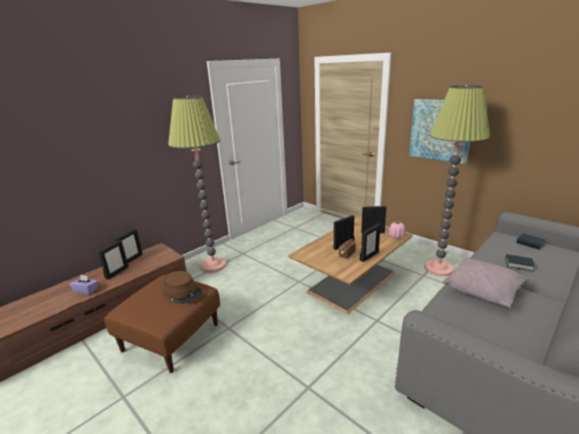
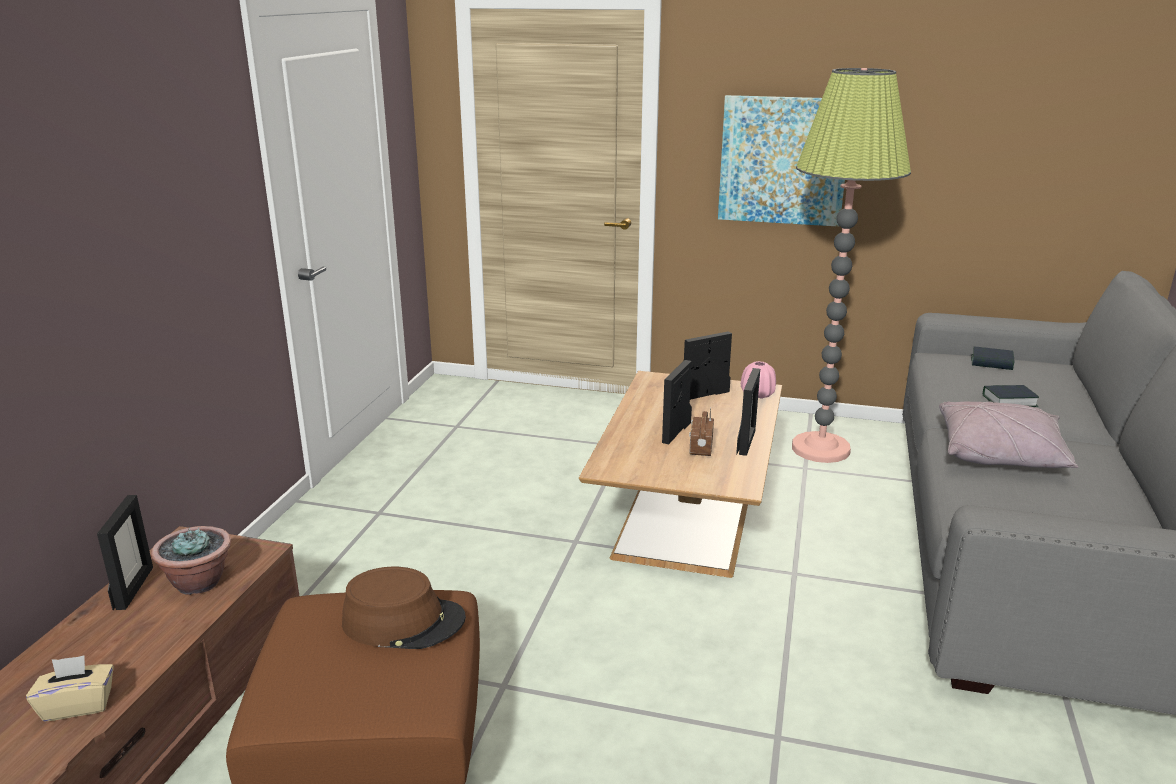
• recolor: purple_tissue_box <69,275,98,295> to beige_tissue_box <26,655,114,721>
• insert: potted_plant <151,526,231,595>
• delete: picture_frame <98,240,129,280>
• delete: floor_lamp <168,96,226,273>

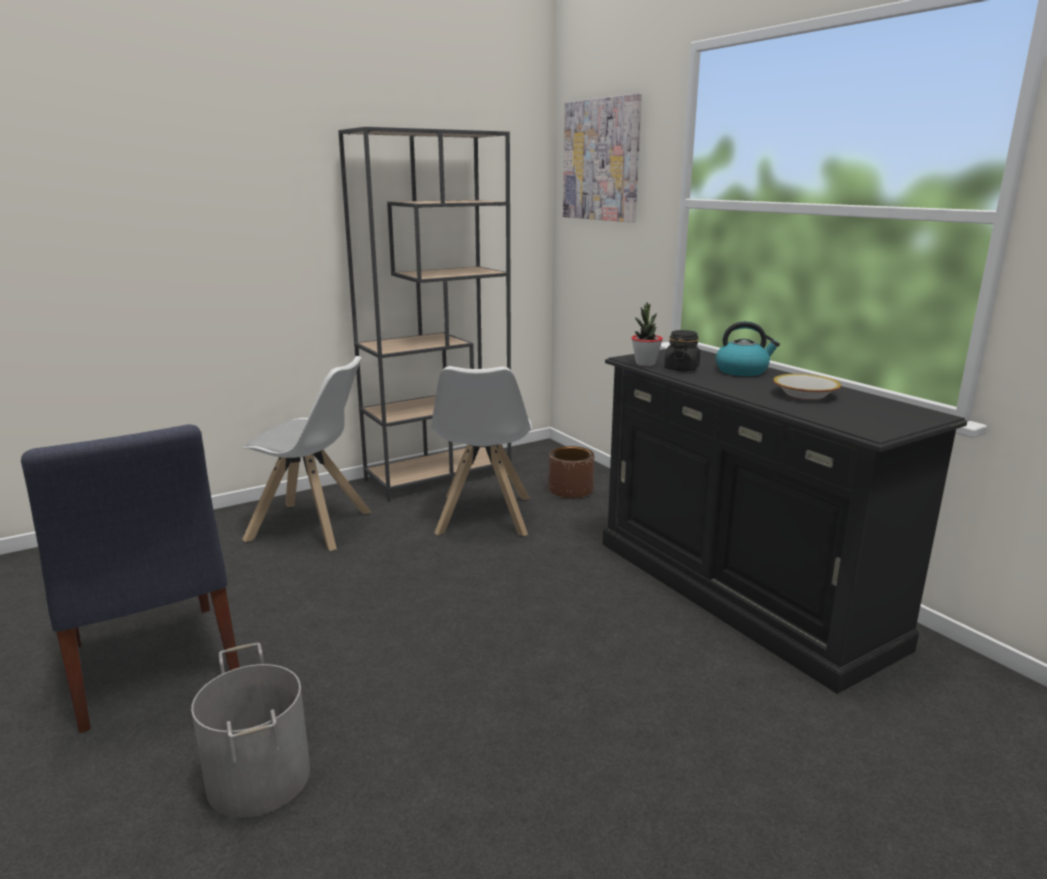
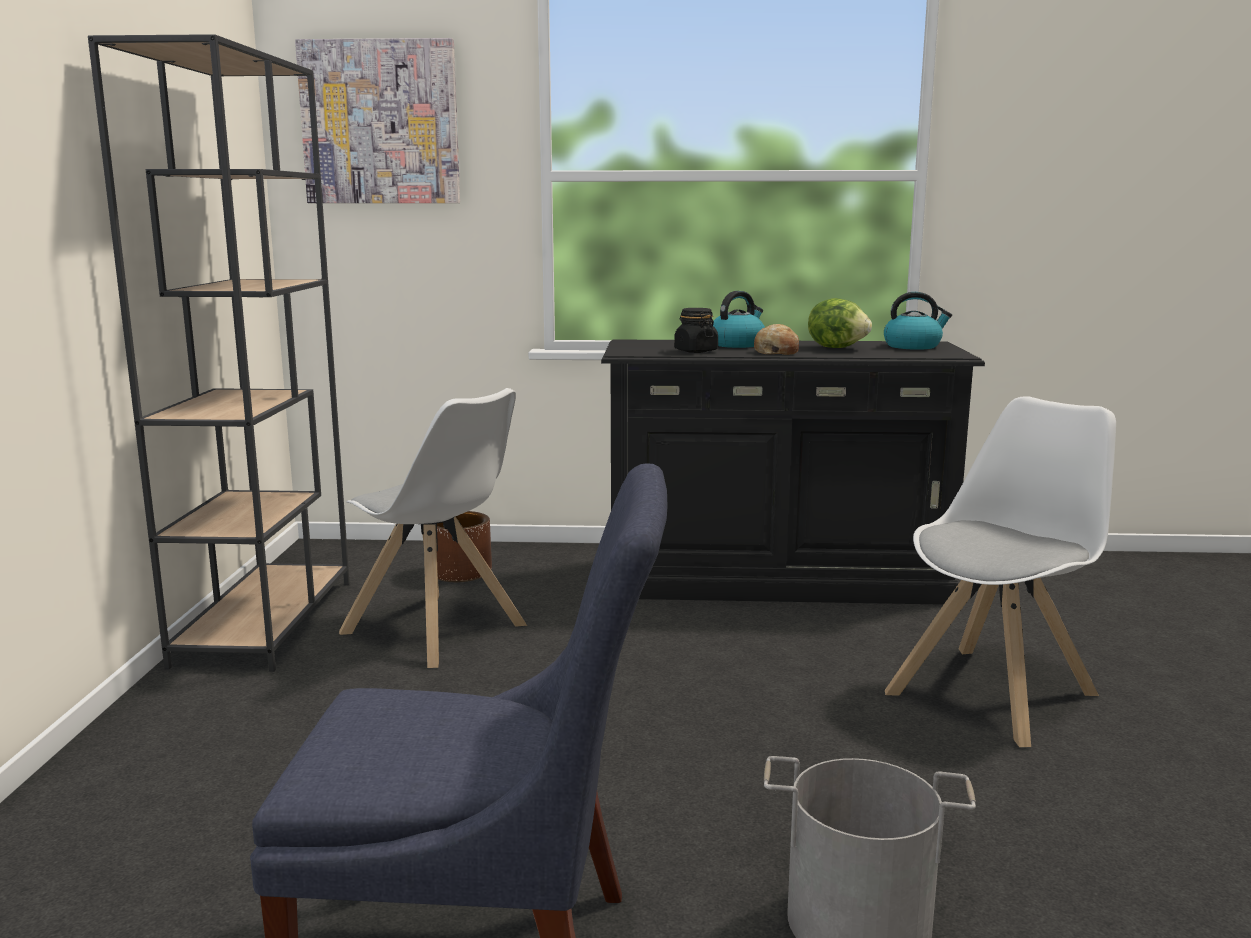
• insert: bread <754,324,799,355>
• replace: bowl <773,374,841,400> to lettuce <808,298,872,348>
• insert: kettle <884,292,952,350>
• move: chair <242,356,371,551> to <885,396,1116,747>
• delete: potted_plant <632,302,663,366>

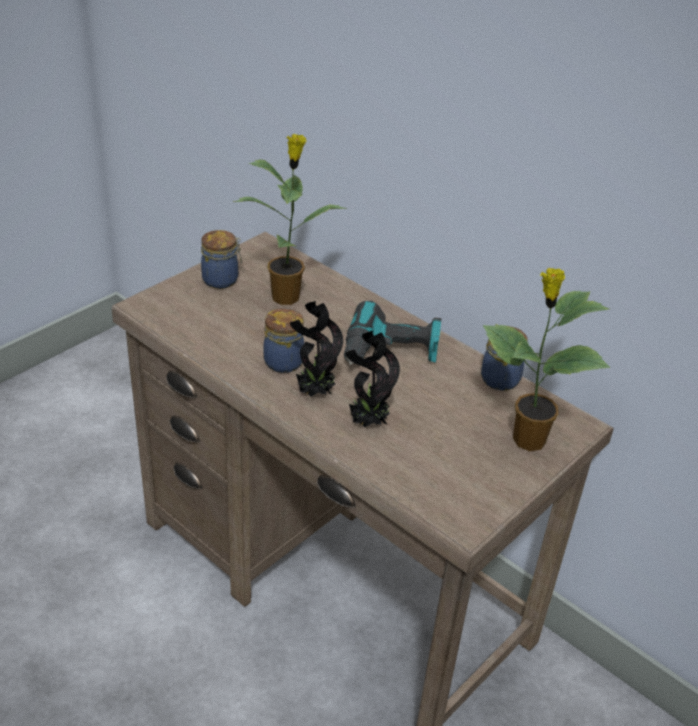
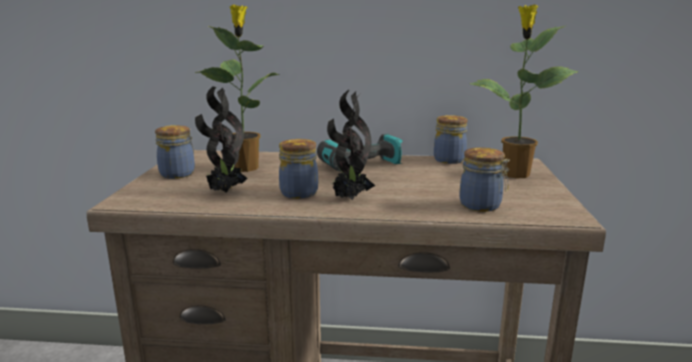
• move: potted_plant <345,331,400,427> to <195,86,248,193>
• insert: jar <459,147,510,212>

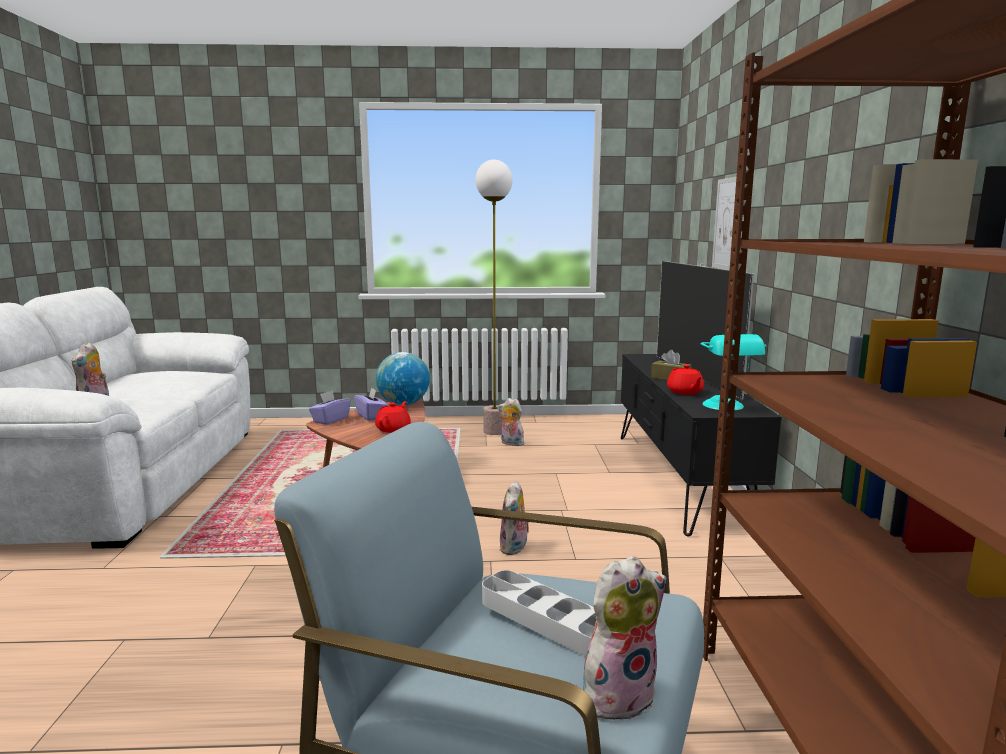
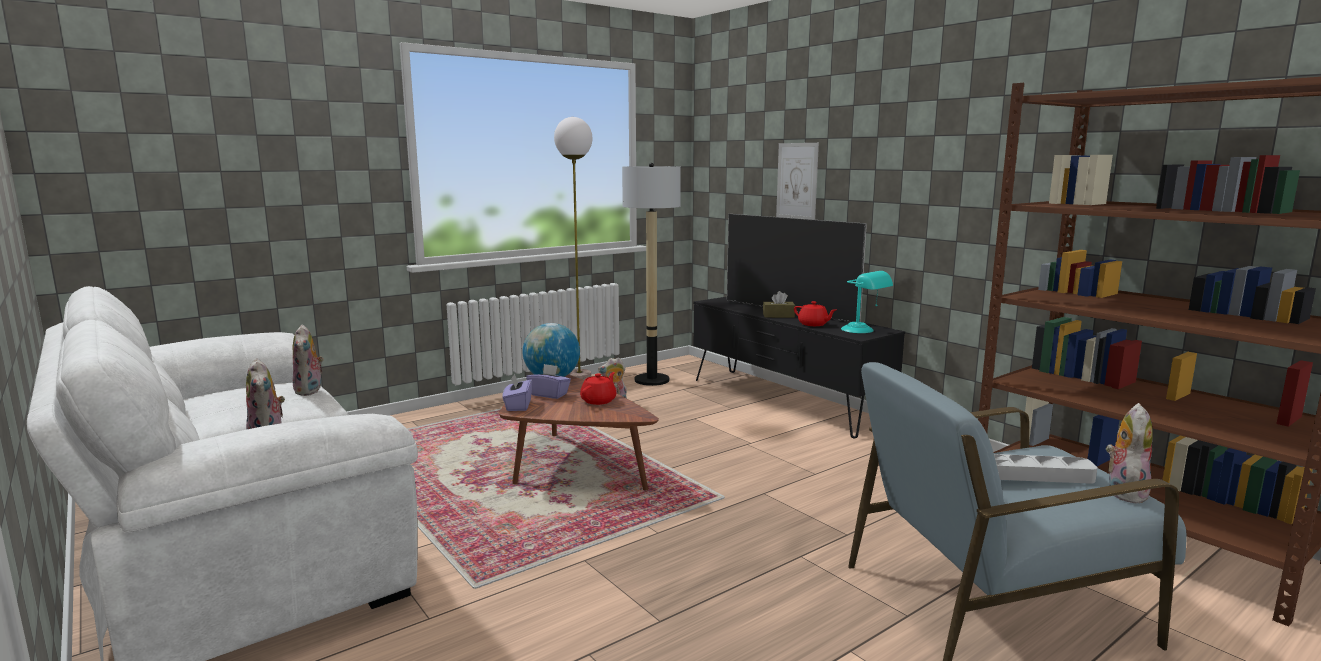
• move: plush_toy <499,481,529,555> to <292,325,324,396>
• rotate: red_teapot <375,401,411,433> = <580,372,616,405> 45 degrees clockwise
• insert: floor_lamp <622,163,681,386>

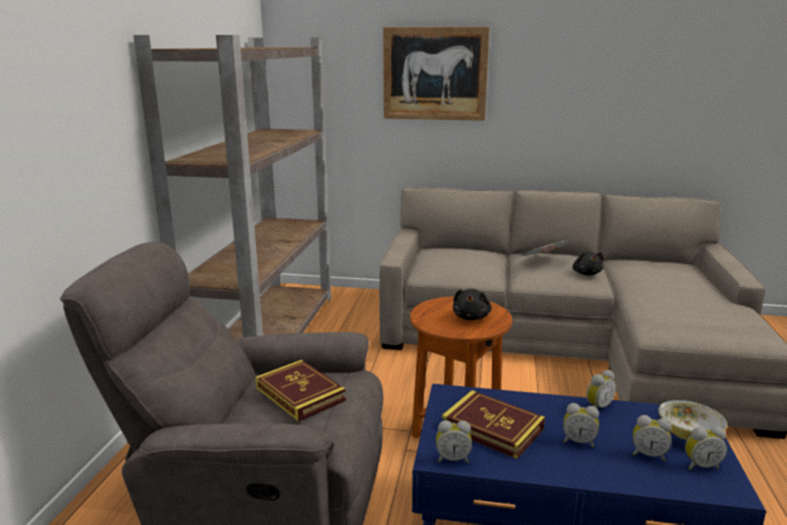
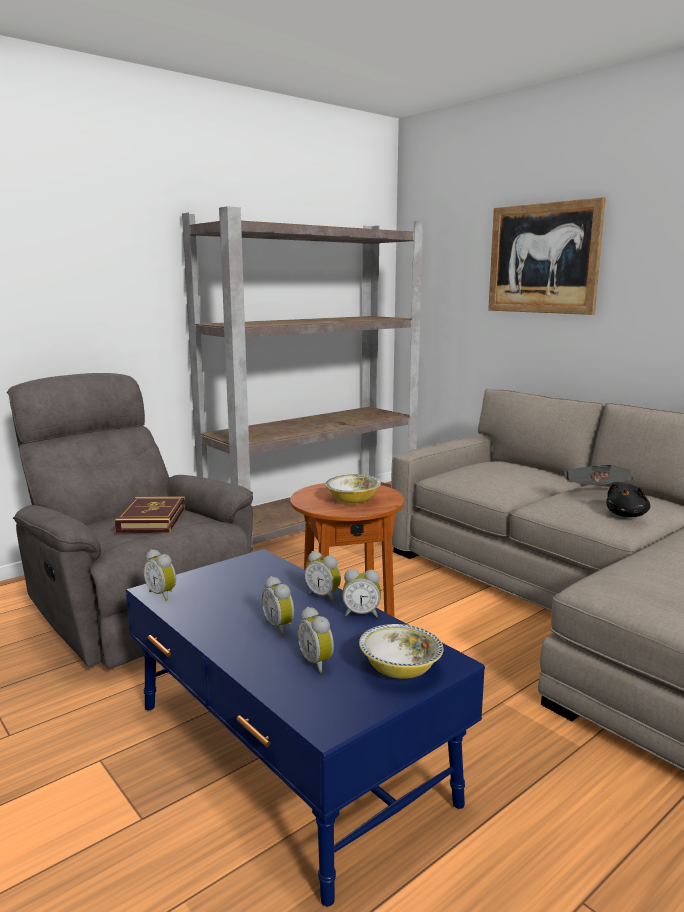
• move: alarm_clock <685,426,727,470> to <304,551,341,602>
• replace: black_plush_toy <453,289,492,320> to bowl <325,474,381,503>
• delete: book <442,390,545,459>

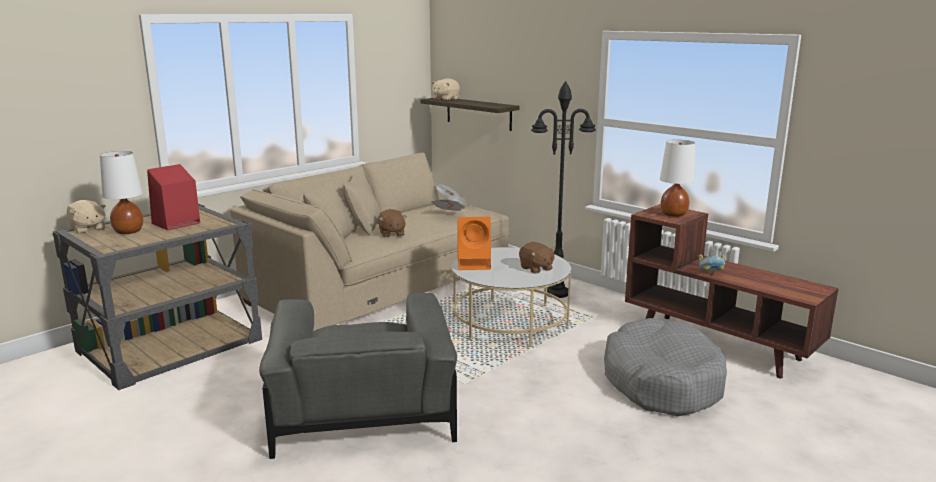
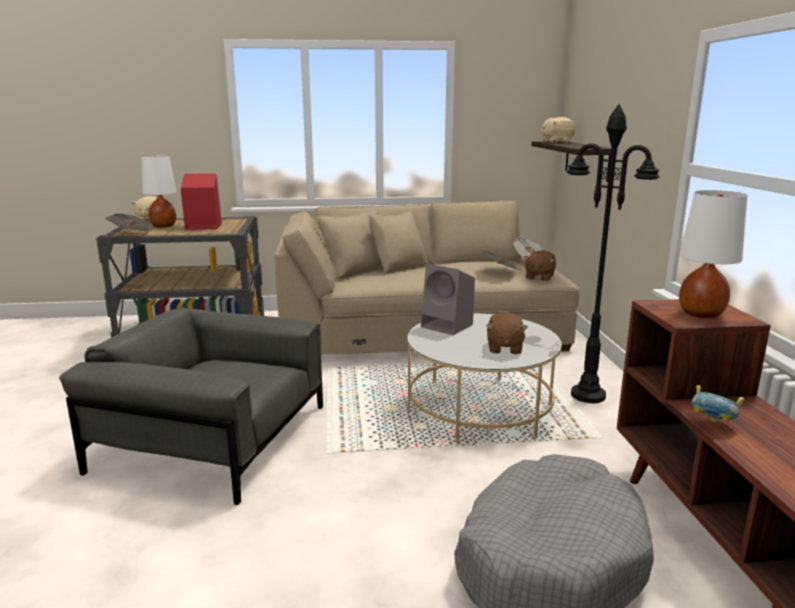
• rotate: grey_armchair <259,293,457,459> = <59,308,323,505> 75 degrees clockwise
• insert: newspaper <105,214,152,231>
• recolor: orange_speaker <457,217,491,270> to grey_speaker <421,264,475,335>
• move: brown_plush_toy <378,209,407,238> to <524,250,556,281>

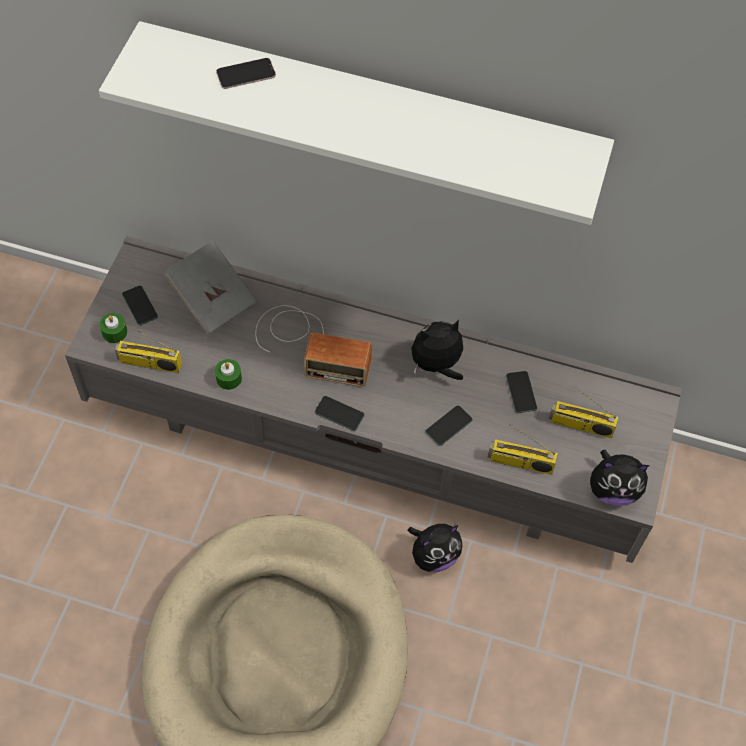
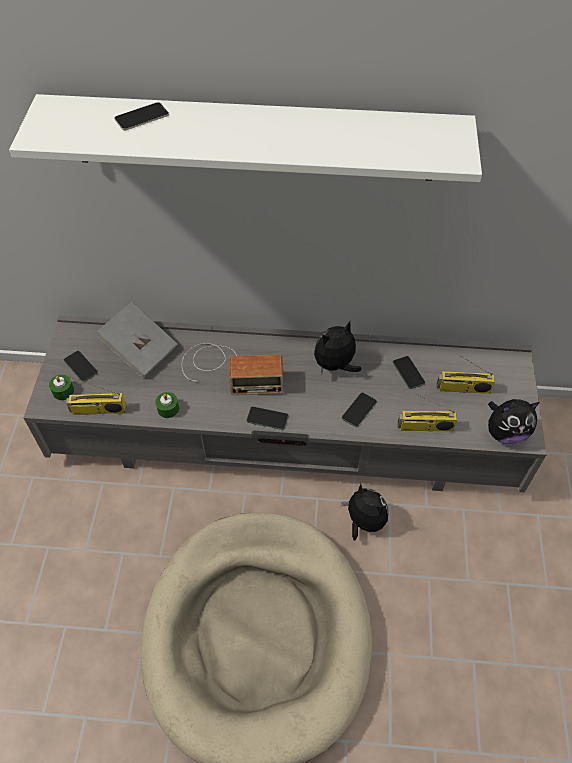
• rotate: plush_toy <408,524,462,572> = <341,484,388,540> 90 degrees counterclockwise

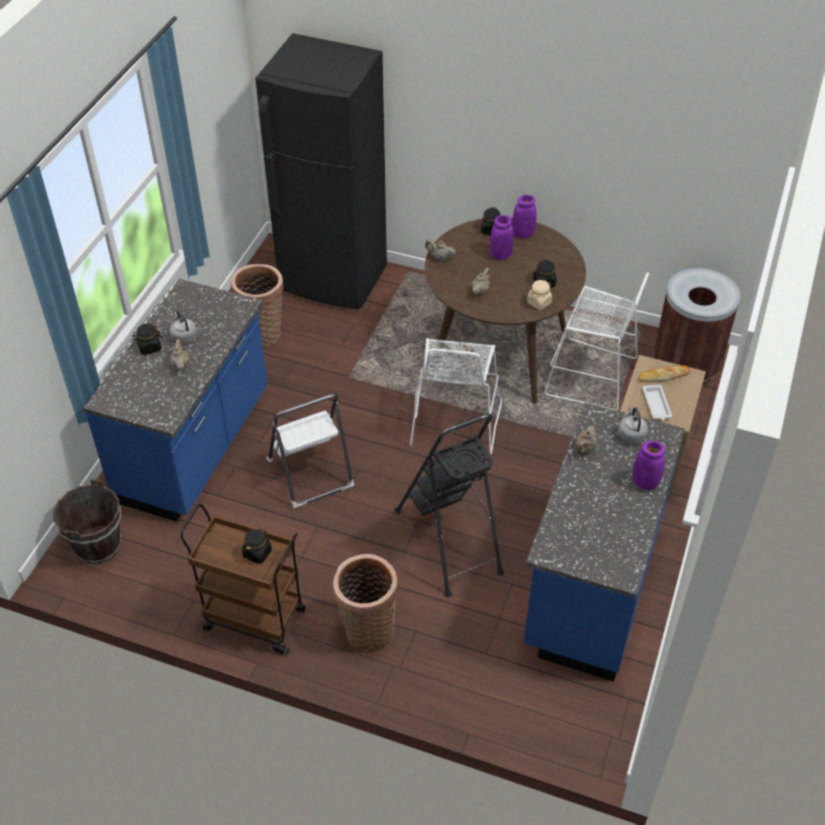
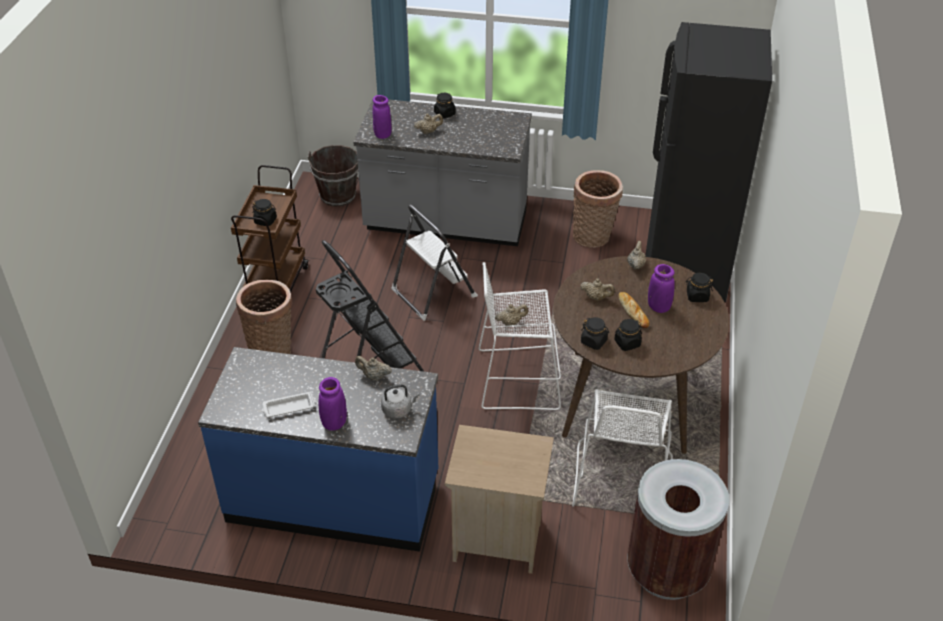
• move: white_tray <642,384,672,420> to <262,391,315,417>
• recolor: blue_counter <83,279,268,522> to grey_counter <353,99,532,246>
• move: purple_vase <512,195,537,238> to <373,95,392,139>
• recolor: beige_jar <527,280,552,310> to black_jar <581,317,609,350>
• move: bread <639,365,690,382> to <618,292,650,328>
• delete: grey_kettle <170,310,198,345>

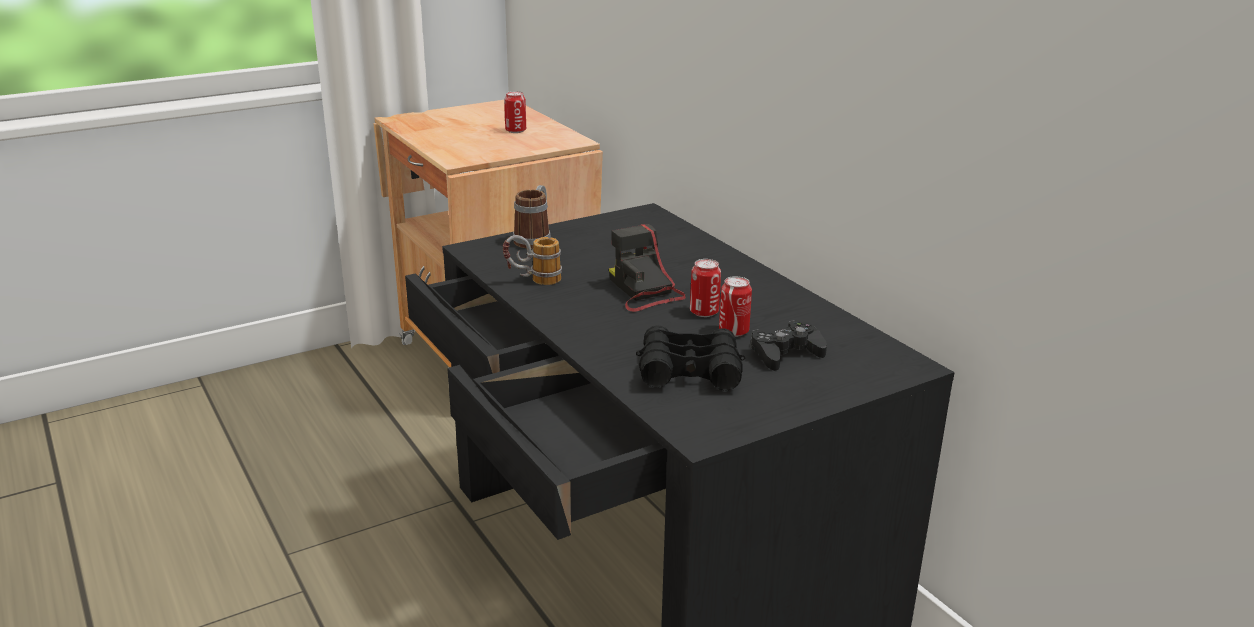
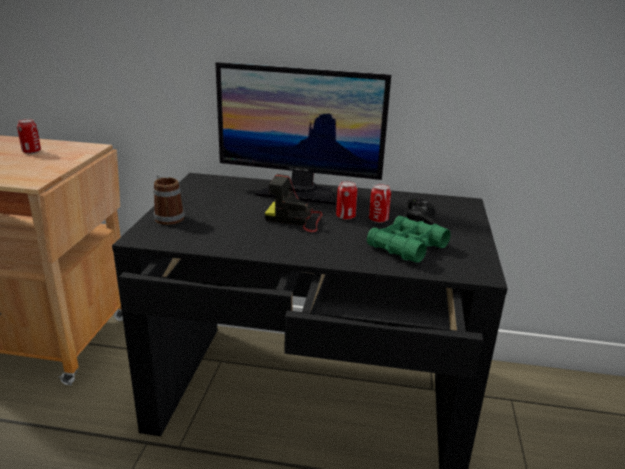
• insert: monitor <216,62,391,205>
• recolor: black_binoculars <636,325,745,391> to green_binoculars <367,216,451,262>
• delete: mug <503,235,562,285>

